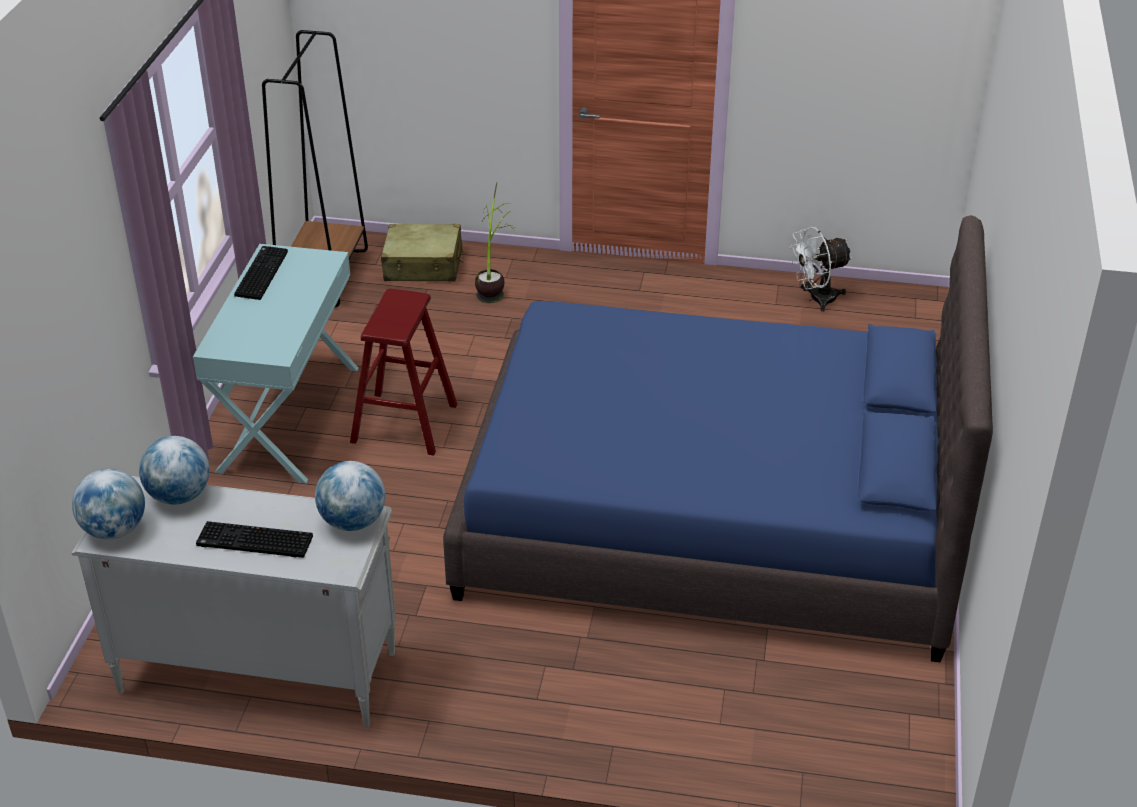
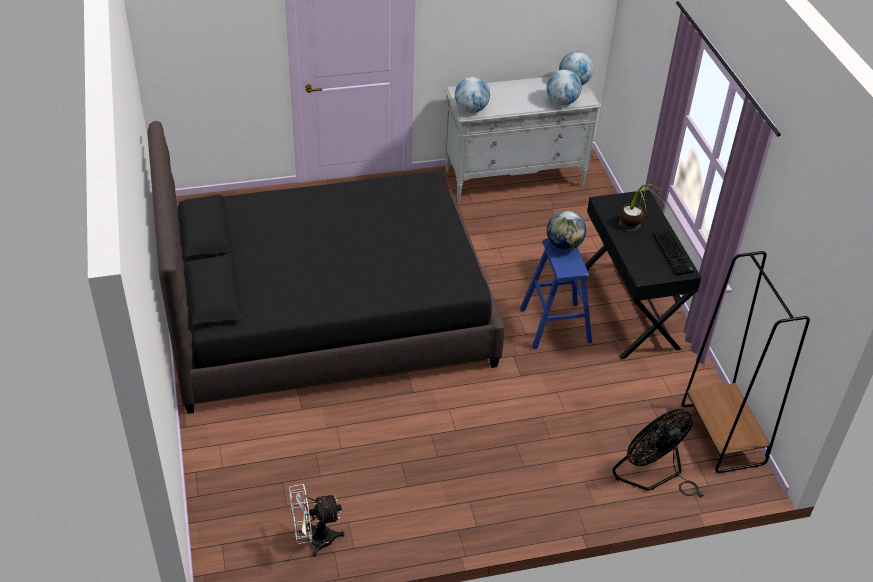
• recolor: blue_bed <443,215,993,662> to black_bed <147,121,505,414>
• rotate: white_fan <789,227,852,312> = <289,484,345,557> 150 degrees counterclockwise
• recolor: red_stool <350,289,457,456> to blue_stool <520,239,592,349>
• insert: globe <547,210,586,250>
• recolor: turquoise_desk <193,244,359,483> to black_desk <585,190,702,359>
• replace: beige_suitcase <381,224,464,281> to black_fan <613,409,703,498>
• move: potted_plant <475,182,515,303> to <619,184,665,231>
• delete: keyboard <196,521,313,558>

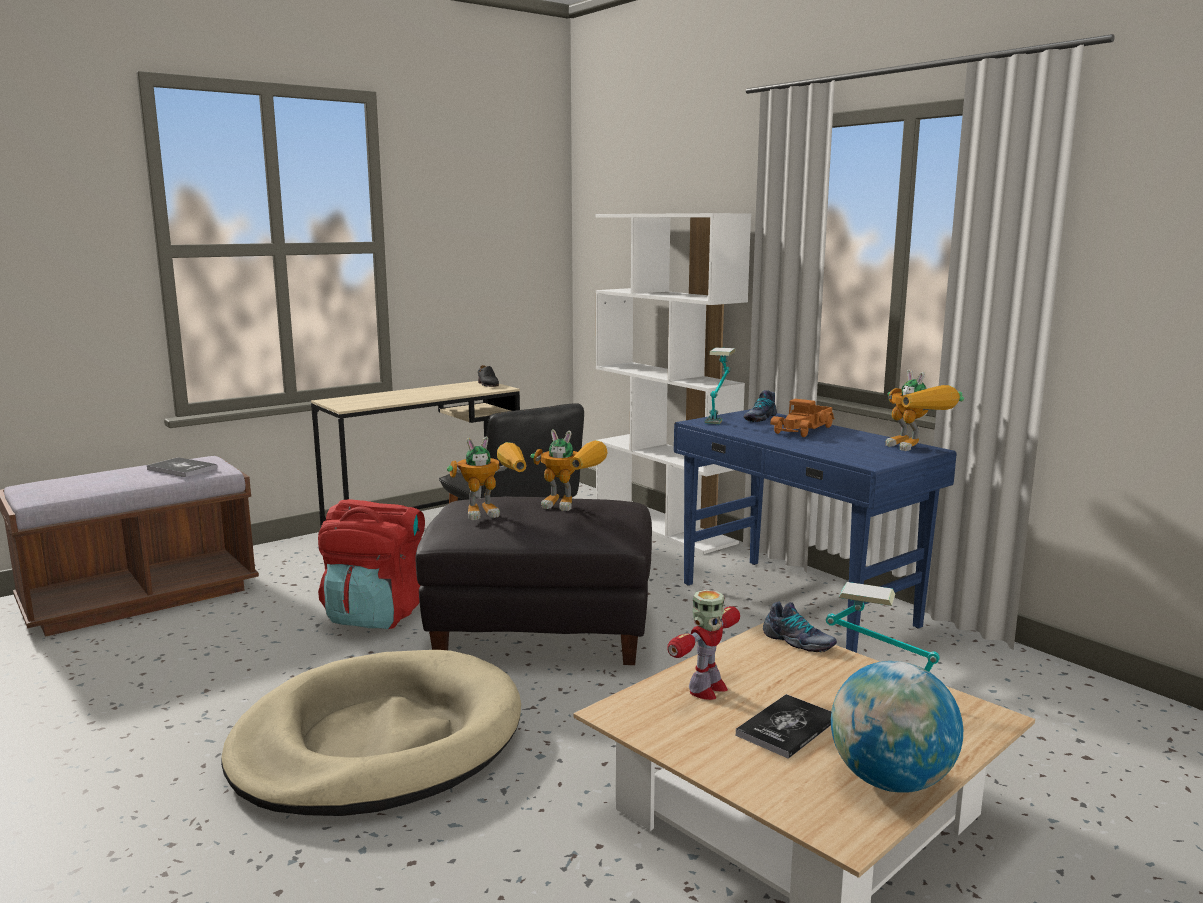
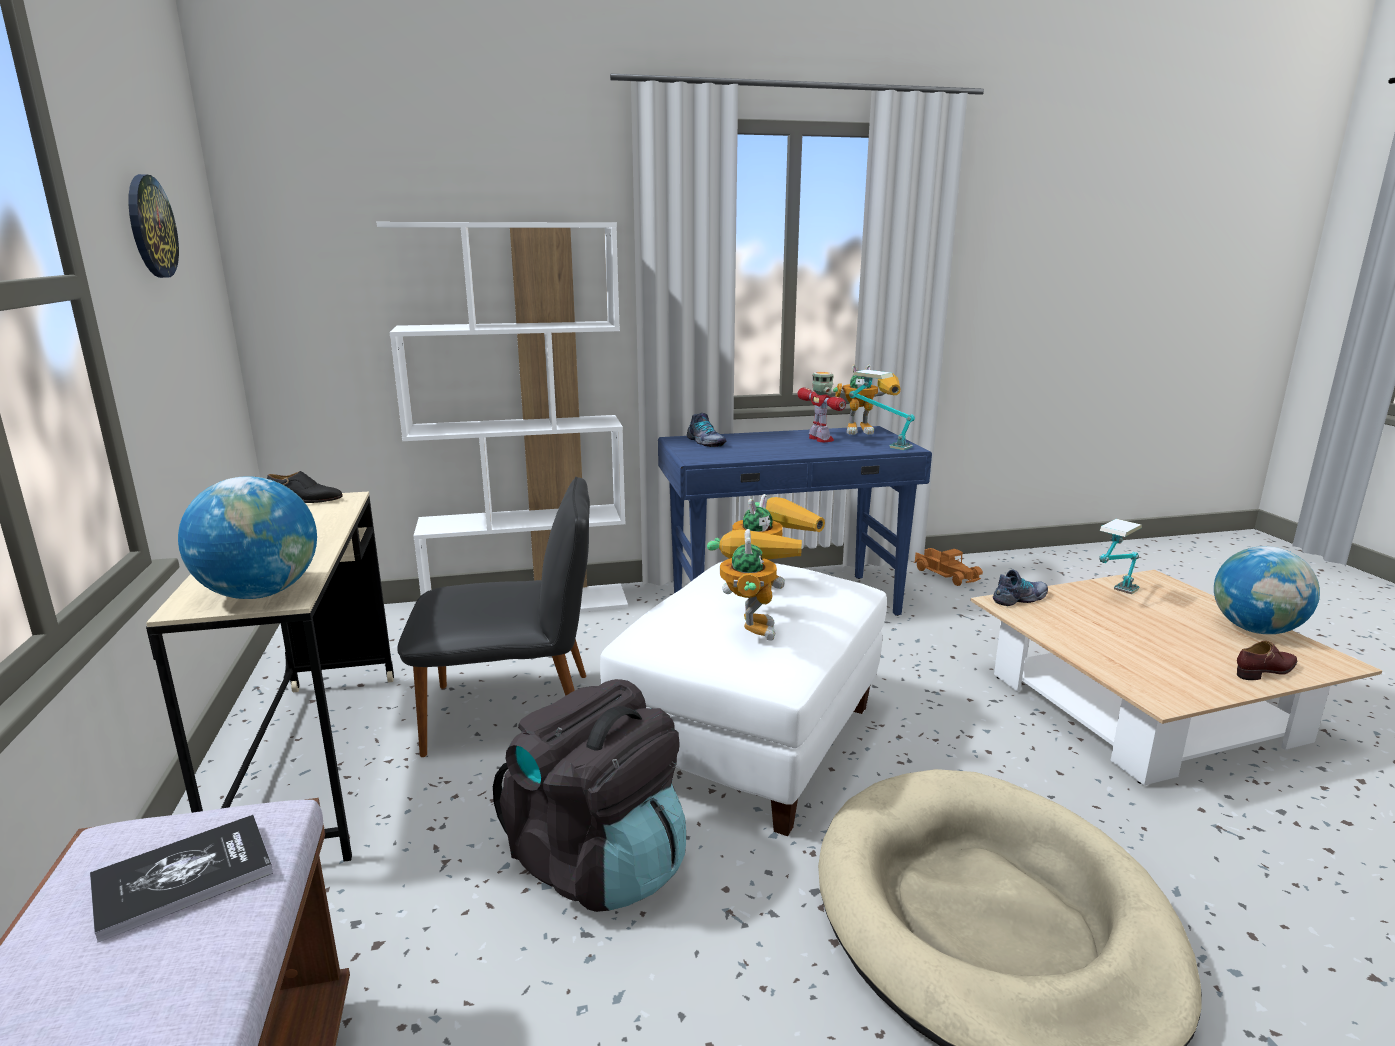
• insert: wall_clock <128,174,179,278>
• insert: globe <178,476,317,599>
• recolor: red_backpack <318,499,425,629> to black_backpack <493,679,686,912>
• recolor: black_ottoman <416,496,652,665> to white_ottoman <600,562,887,836>
• move: toy_robot <667,590,740,700> to <797,372,846,442>
• move: table_lamp <705,348,736,424> to <849,370,915,450>
• move: toy_truck <770,399,834,437> to <913,548,983,586>
• insert: brown_shoe <1237,641,1297,680>
• delete: book <735,694,832,759>

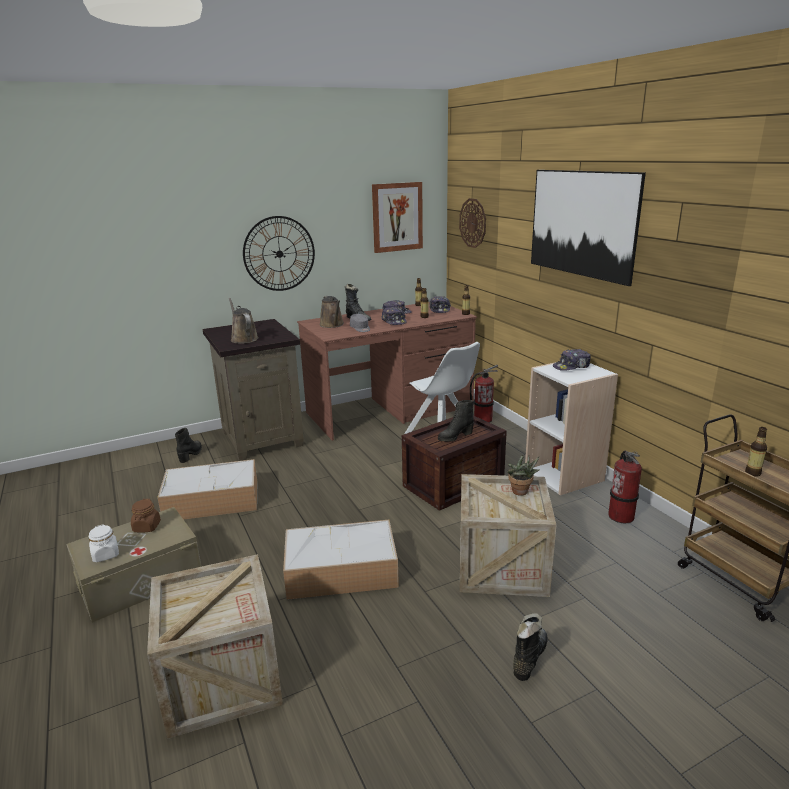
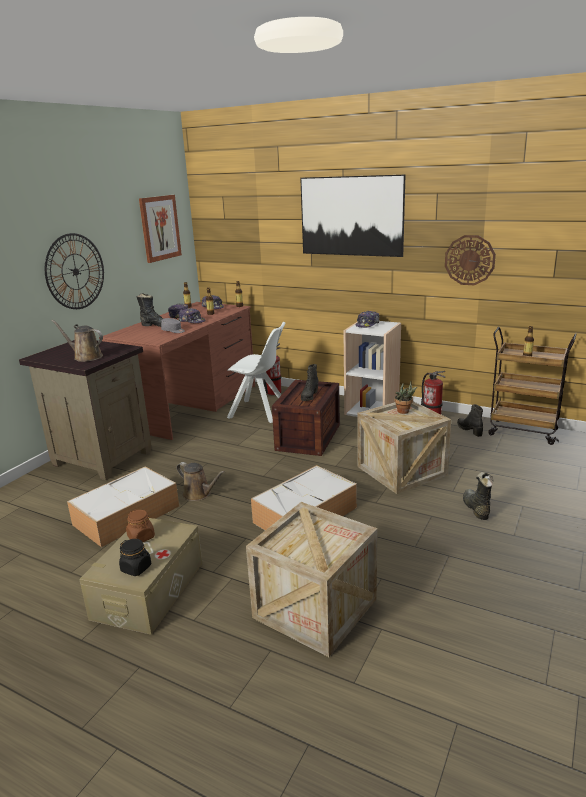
• recolor: white_jar <88,524,119,562> to black_jar <119,539,151,576>
• move: brown_watering_can <319,296,344,328> to <176,462,225,501>
• move: wall_clock <459,198,486,248> to <445,235,496,285>
• move: black_boot <175,428,202,463> to <457,404,483,437>

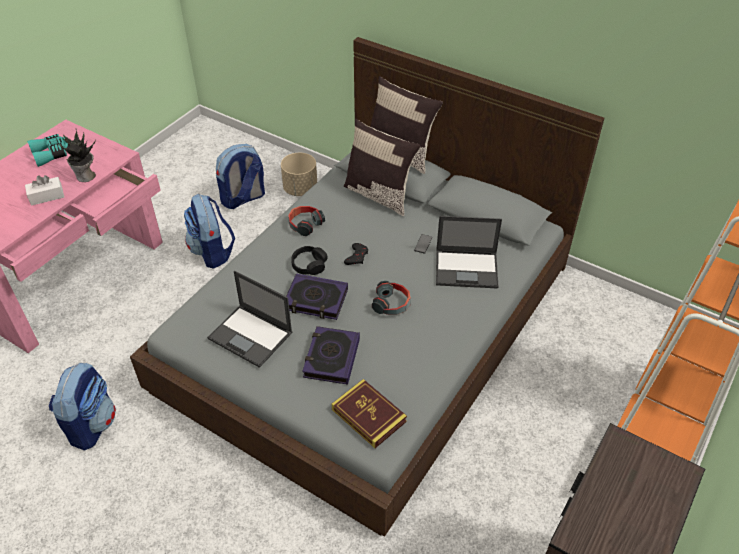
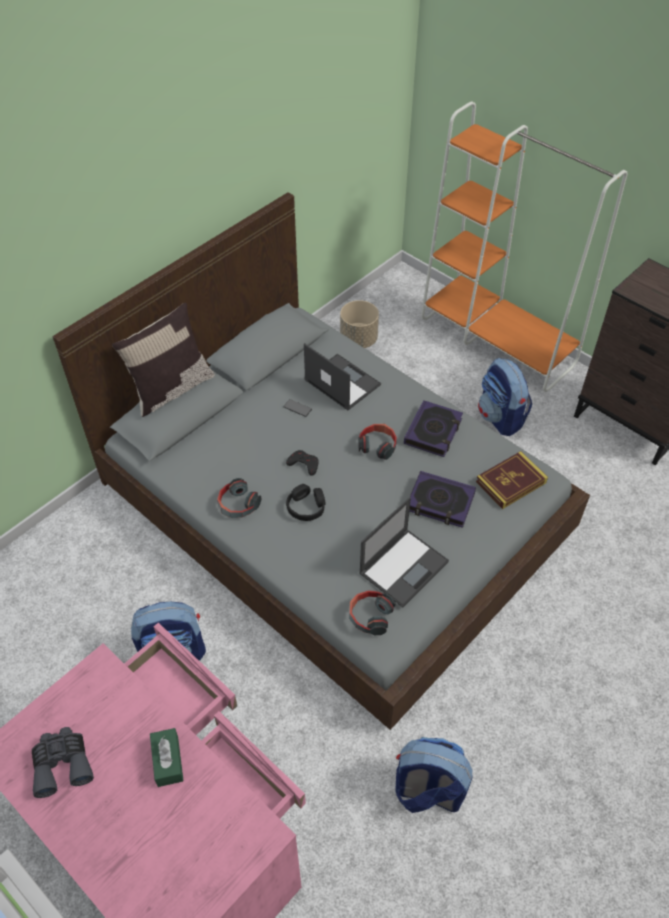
• recolor: turquoise_binoculars <27,134,68,167> to grey_binoculars <32,727,94,798>
• recolor: white_tissue_box <25,175,64,206> to green_tissue_box <150,728,184,787>
• rotate: laptop <436,216,502,289> = <304,343,381,410> 60 degrees counterclockwise
• move: beige_planter <281,153,317,196> to <340,300,379,348>
• insert: headphones <349,590,396,635>
• move: book <286,274,348,320> to <404,400,463,457>
• move: backpack <216,144,265,209> to <478,357,532,436>
• delete: potted_plant <58,129,96,182>
• delete: pillow <344,118,420,216>

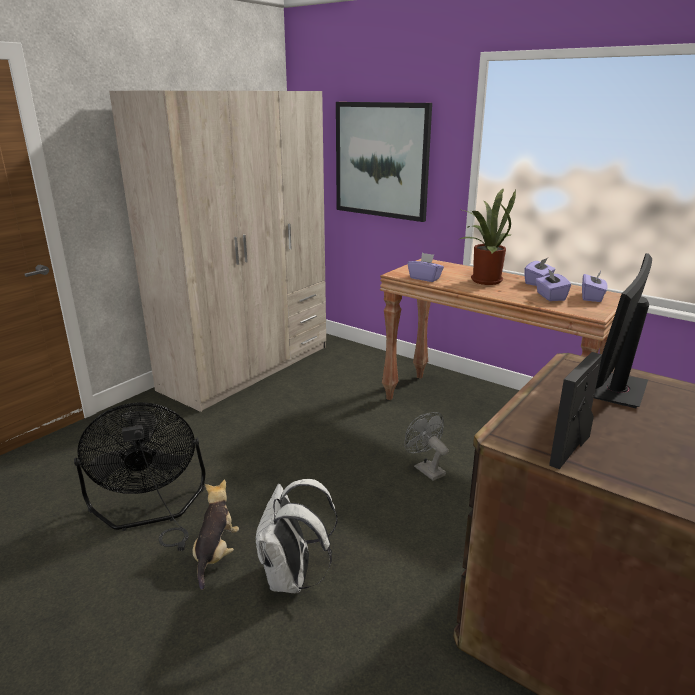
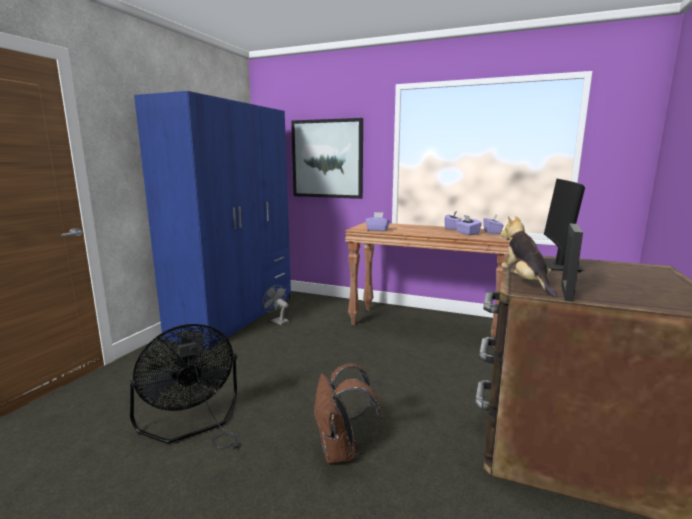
• recolor: beige_wardrobe <109,91,326,412> to blue_wardrobe <134,91,291,349>
• move: grey_fan <404,412,448,481> to <262,285,289,325>
• recolor: white_backpack <256,479,337,593> to brown_backpack <314,363,383,464>
• move: plush_toy <193,480,239,590> to <501,216,557,297>
• delete: potted_plant <460,188,516,285>

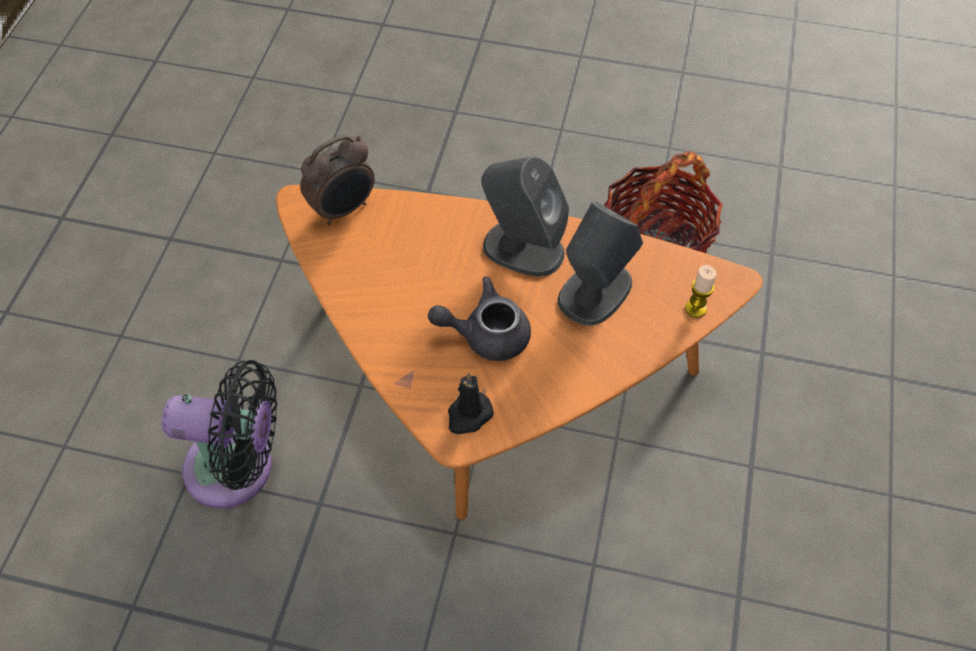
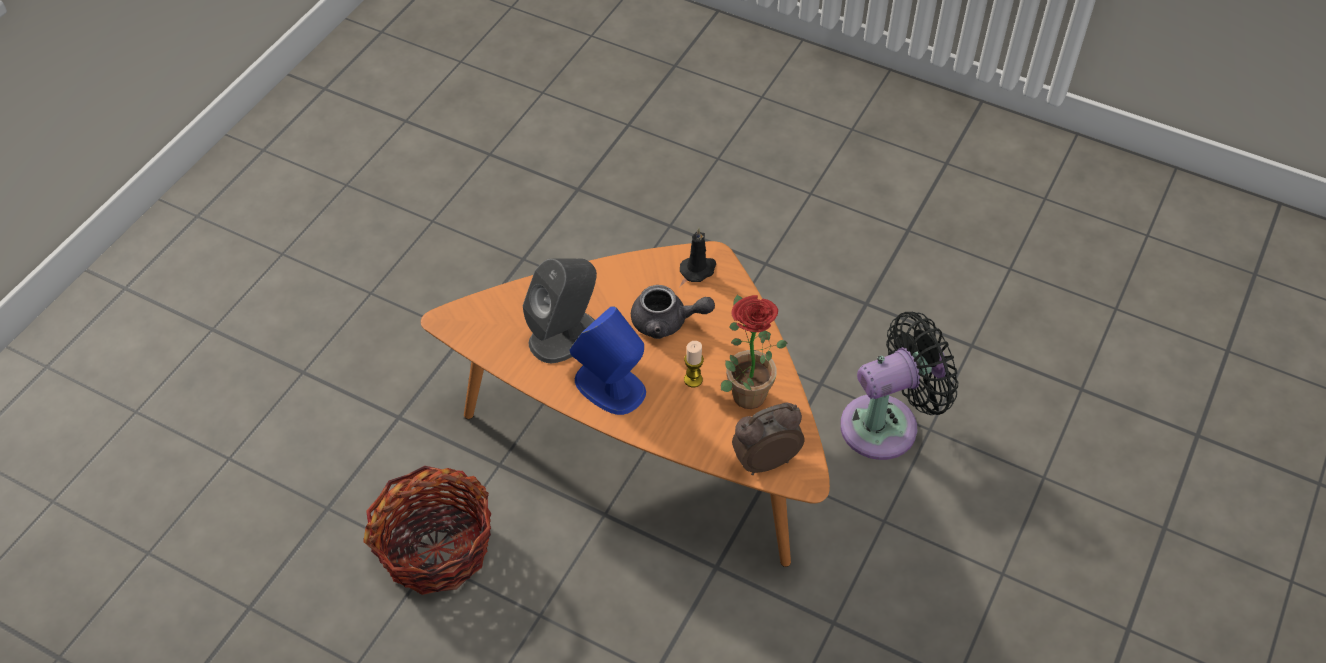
• recolor: grey_speaker <481,157,569,277> to blue_speaker <569,307,646,415>
• move: candle <685,265,716,318> to <684,341,704,387>
• insert: potted_plant <721,295,788,409>
• rotate: black_fan <161,360,277,508> = <840,312,958,460> 135 degrees clockwise

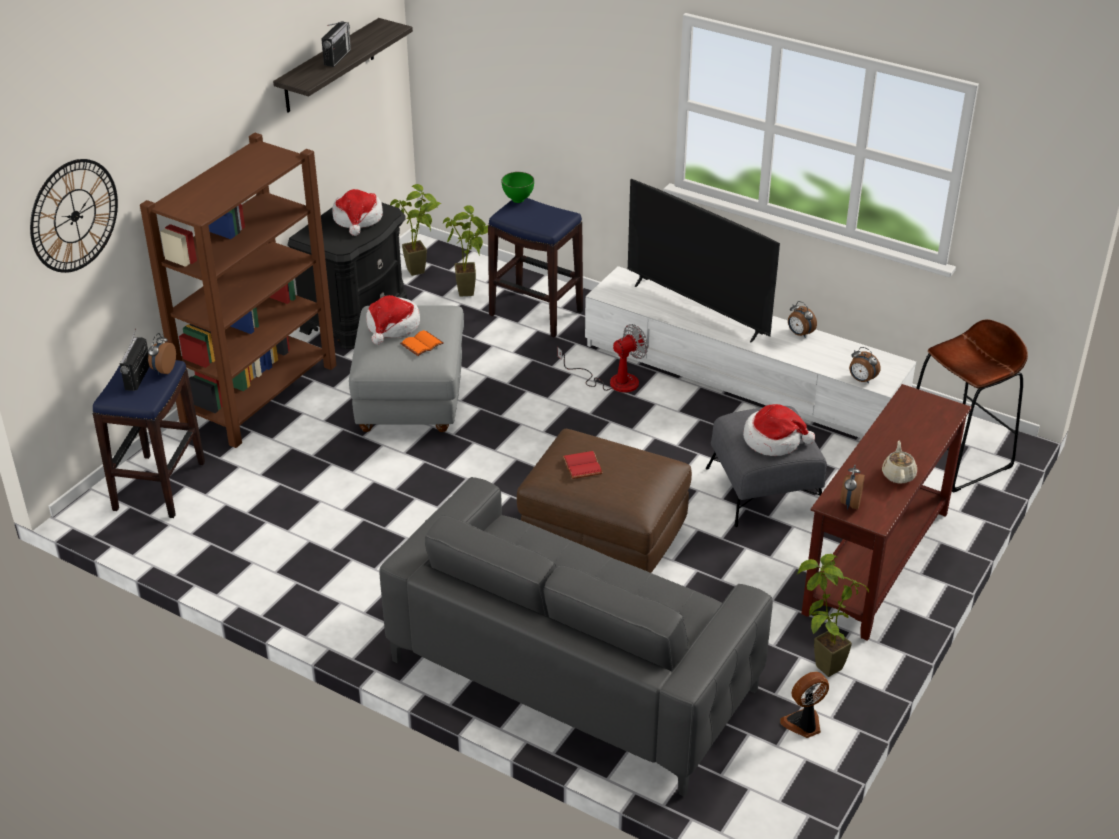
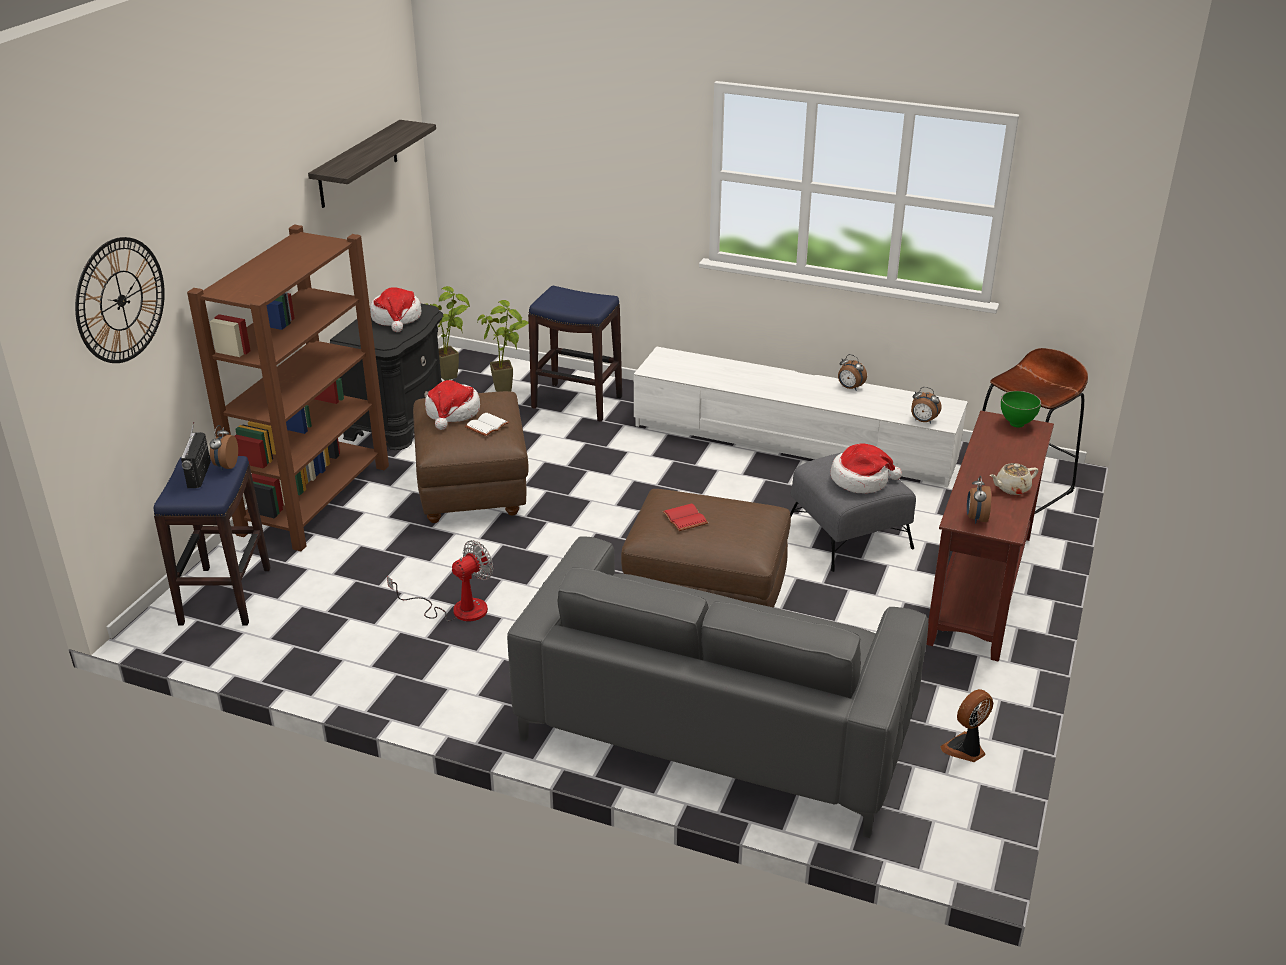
• move: fan <557,324,648,393> to <387,540,494,621>
• recolor: grey_ottoman <349,305,464,432> to brown_ottoman <413,391,528,523>
• recolor: orange_book <400,330,444,356> to white_book <465,413,509,436>
• rotate: beige_teapot <882,441,917,484> = <990,463,1038,495> 105 degrees counterclockwise
• move: green_bowl <502,172,534,203> to <1001,391,1041,427>
• delete: radio <321,21,351,67>
• delete: television <628,179,780,342>
• delete: potted_plant <797,554,869,677>

